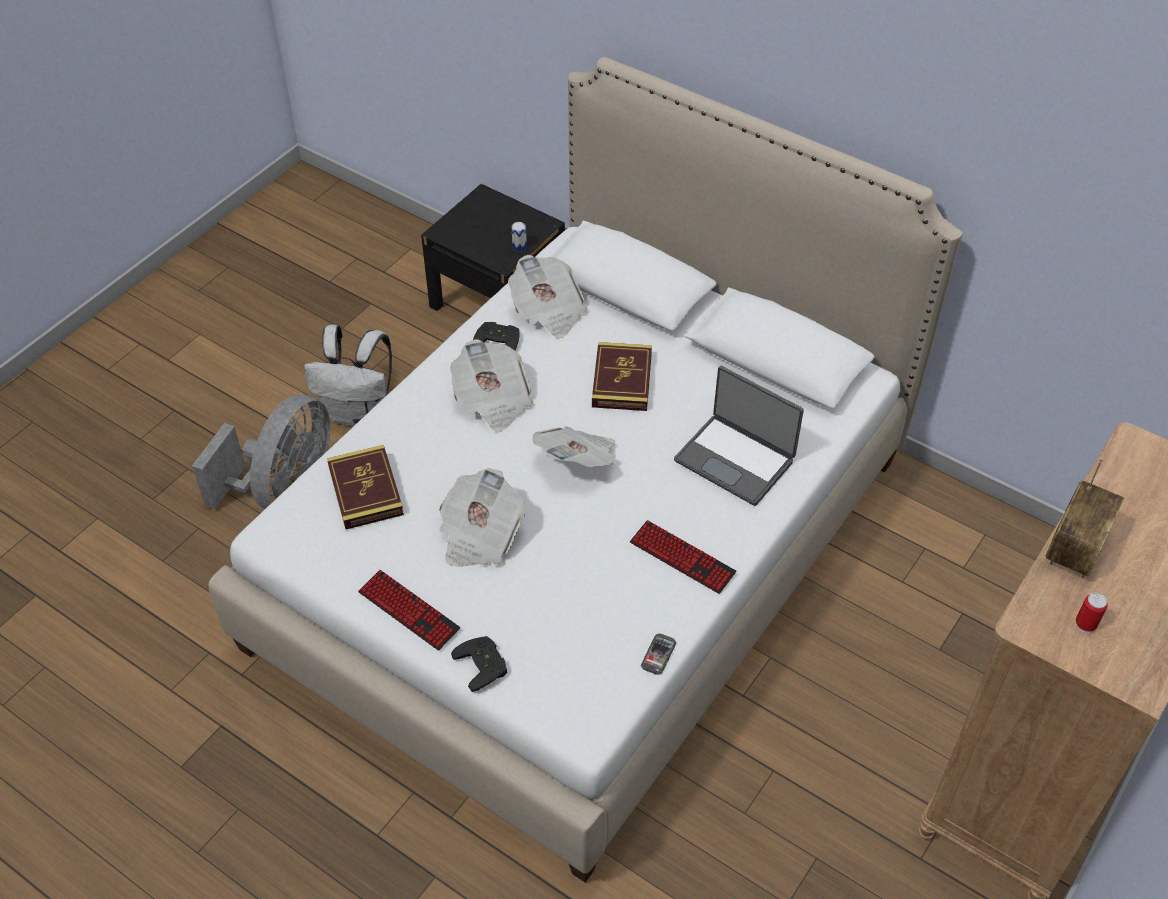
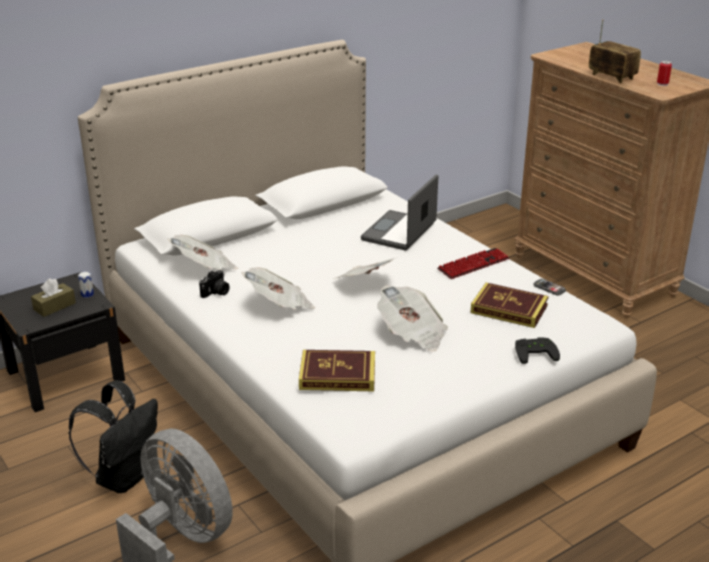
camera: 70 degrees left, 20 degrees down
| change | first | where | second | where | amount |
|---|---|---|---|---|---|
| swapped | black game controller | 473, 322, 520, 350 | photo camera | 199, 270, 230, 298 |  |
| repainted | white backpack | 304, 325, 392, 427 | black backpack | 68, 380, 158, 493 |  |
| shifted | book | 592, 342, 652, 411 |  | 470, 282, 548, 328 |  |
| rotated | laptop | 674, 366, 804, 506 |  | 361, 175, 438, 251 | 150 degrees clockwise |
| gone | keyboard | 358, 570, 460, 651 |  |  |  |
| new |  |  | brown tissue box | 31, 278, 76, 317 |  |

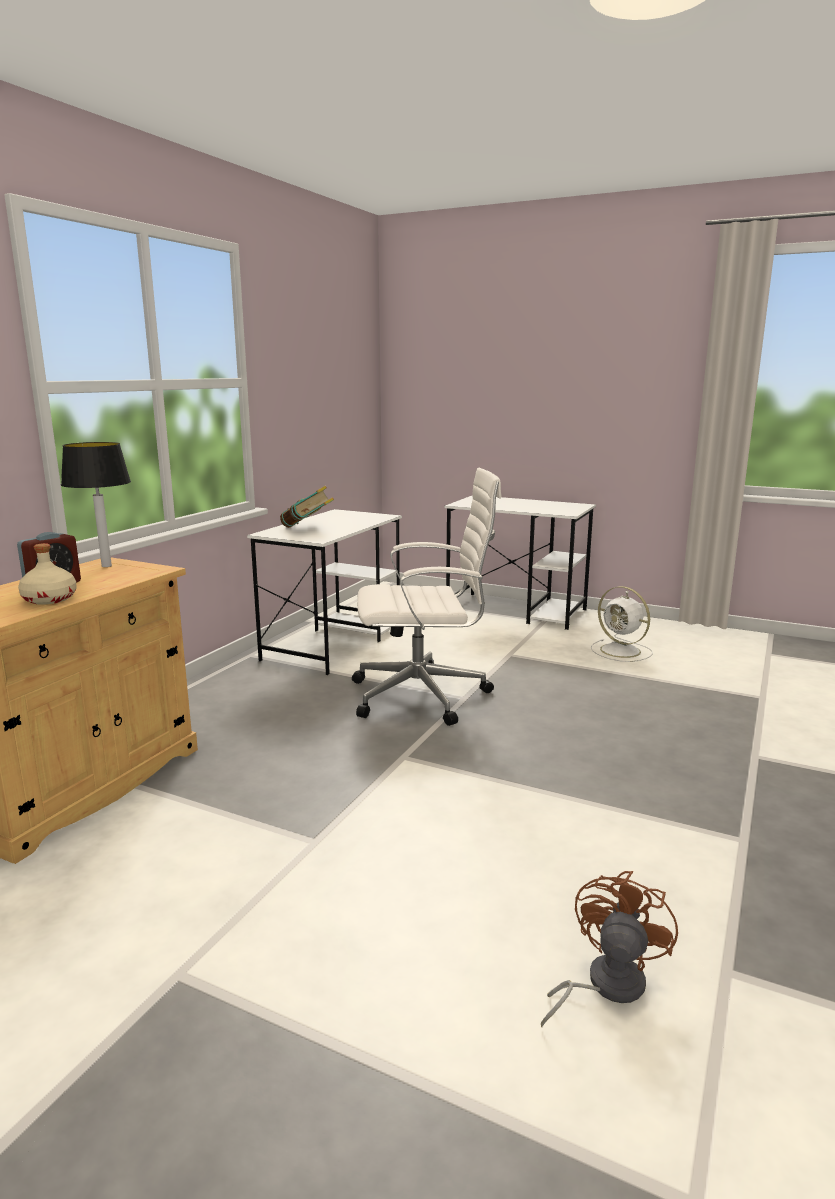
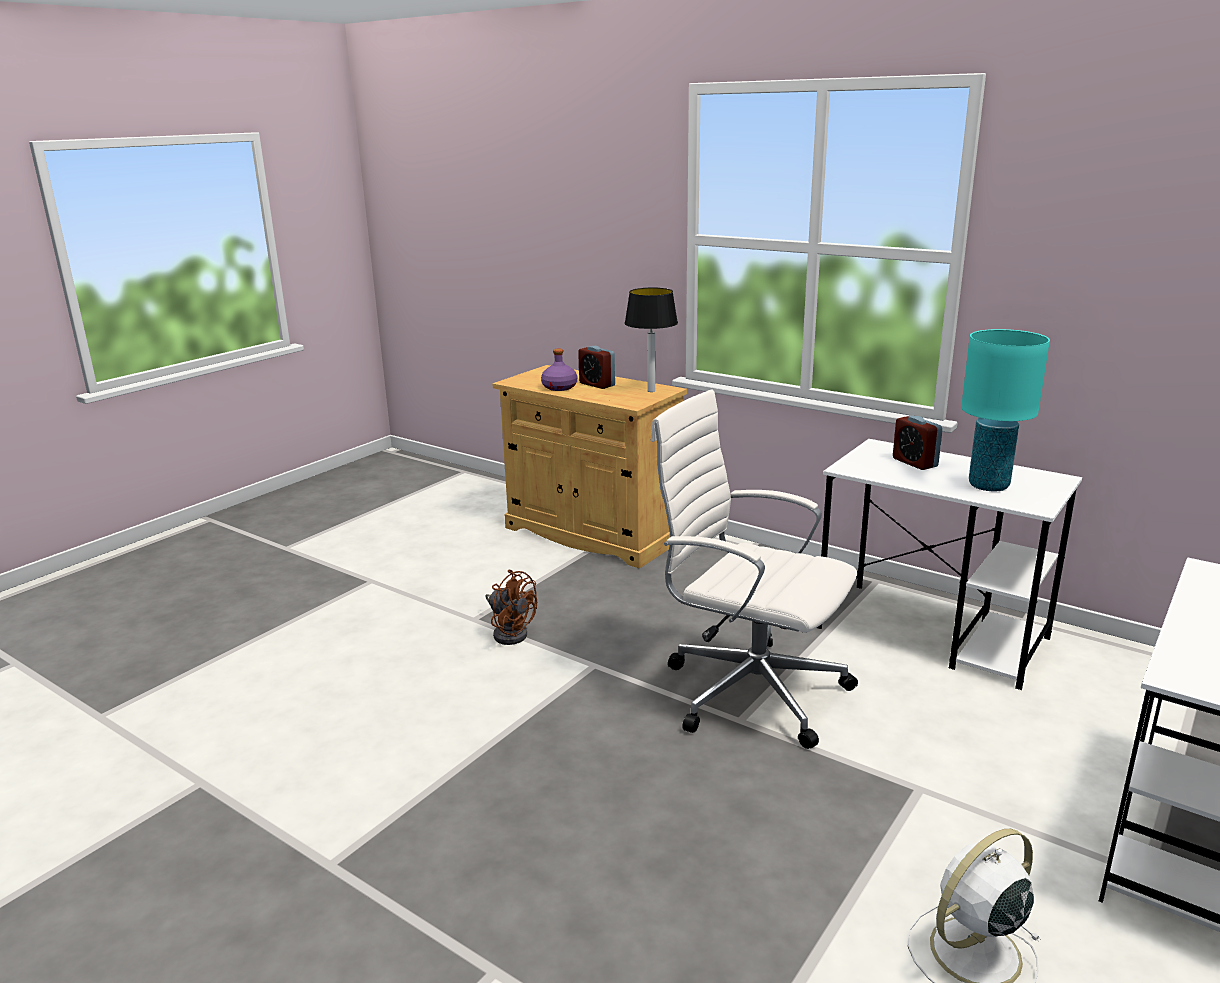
camera: 100 degrees right, 5 degrees up
| change | first | where | second | where | amount |
|---|---|---|---|---|---|
| rotated | white office chair | 352, 468, 502, 726 |  | 651, 389, 858, 749 | 120 degrees clockwise |
| swapped | book | 280, 486, 334, 528 | alarm clock | 893, 415, 943, 470 |  |
| repainted | beige bottle | 18, 543, 77, 605 | purple bottle | 541, 348, 577, 391 |  |
| shifted | brown fan | 541, 871, 678, 1027 |  | 485, 569, 537, 645 |  |
| new |  |  | turquoise table lamp | 961, 329, 1050, 491 |  |

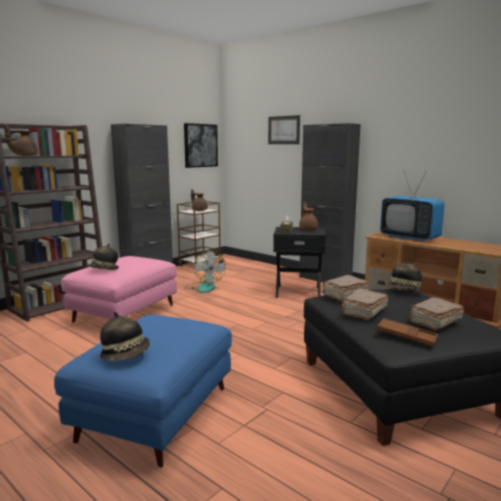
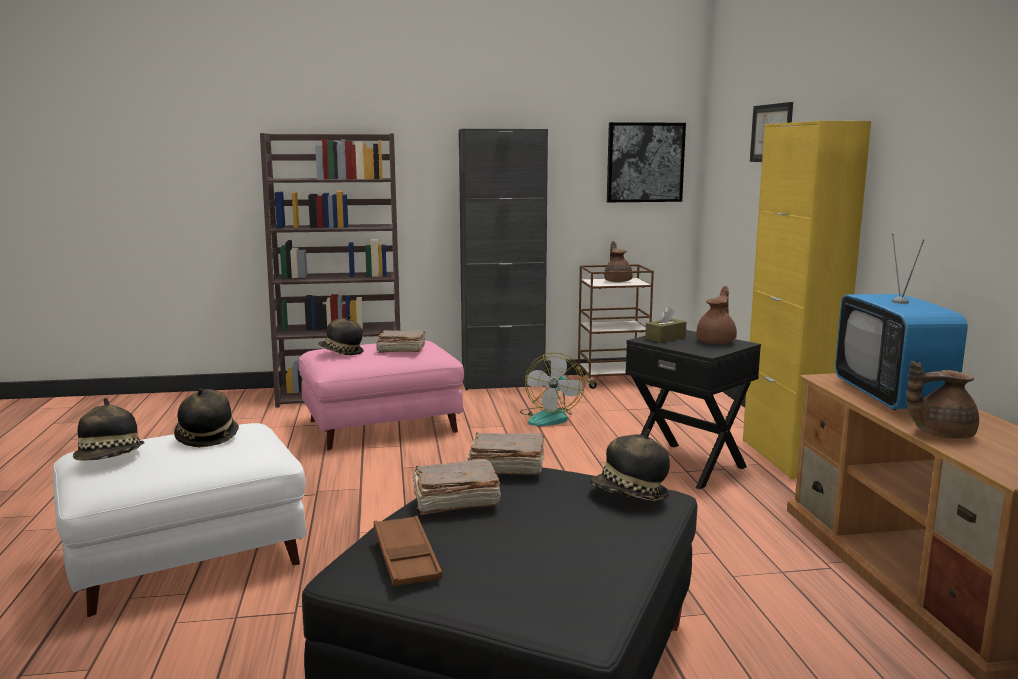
camera: 40 degrees right, 0 degrees up
| change | first | where | second | where | amount |
|---|---|---|---|---|---|
| repainted | black cabinet | 299, 123, 361, 282 | yellow cabinet | 743, 121, 871, 479 |  |
| shifted | brown teapot | 4, 124, 38, 156 |  | 906, 361, 979, 439 |  |
| shifted | brown book | 408, 297, 464, 331 |  | 376, 330, 425, 353 |  |
| repainted | blue ottoman | 54, 315, 232, 468 | white ottoman | 53, 423, 306, 617 |  |
| new |  |  | hat | 174, 388, 239, 447 |  |

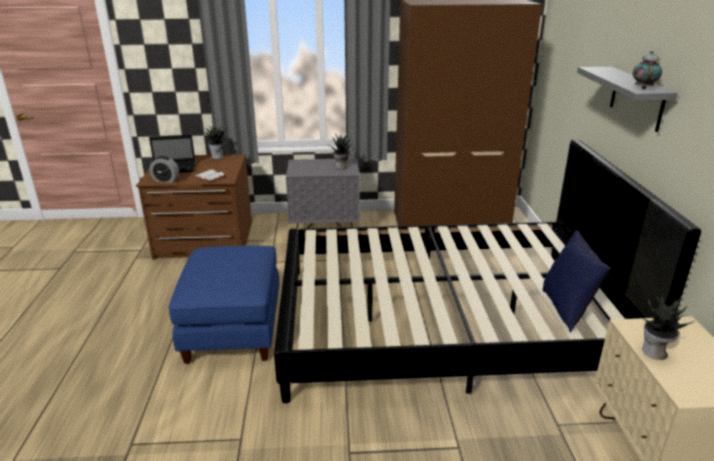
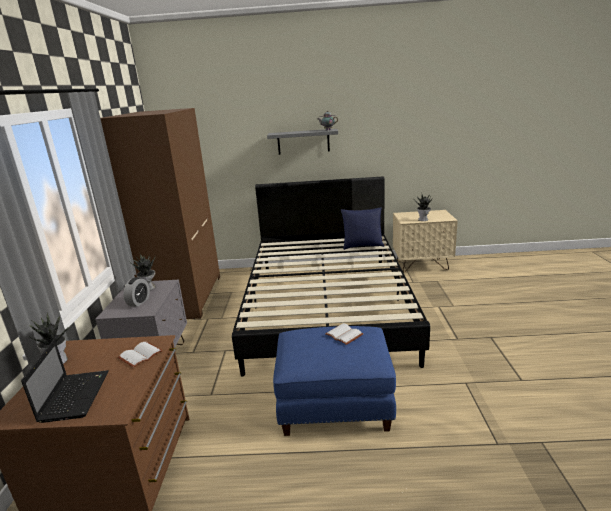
camera: 85 degrees left, 5 degrees down
| change | first | where | second | where | amount |
|---|---|---|---|---|---|
| shifted | alarm clock | 149, 156, 179, 183 |  | 124, 277, 150, 307 |  |
| new |  |  | white book | 325, 323, 363, 345 |  |

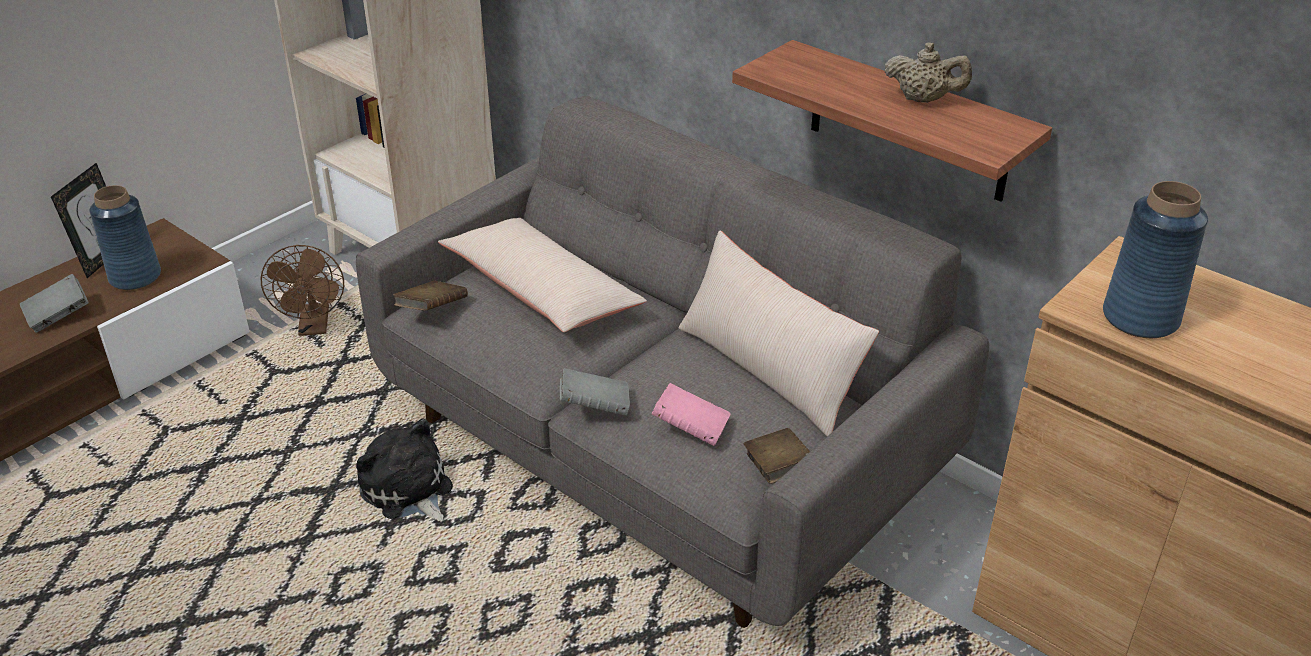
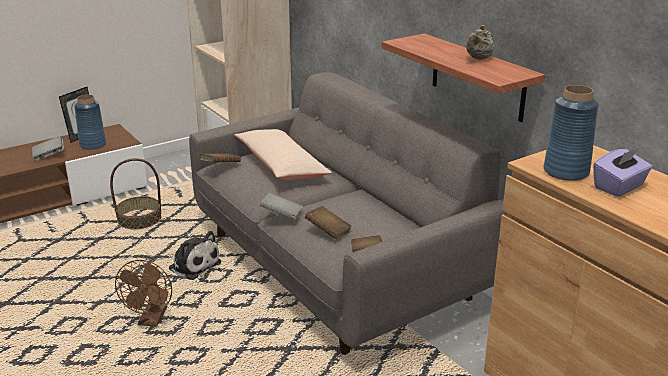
camera: 15 degrees right, 10 degrees down
| change | first | where | second | where | amount |
|---|---|---|---|---|---|
| rotated | beige teapot | 885, 42, 972, 103 |  | 466, 25, 494, 60 | 90 degrees clockwise |
| gone | beige pillow | 678, 230, 879, 436 |  |  |  |
| shifted | brown fan | 261, 245, 344, 336 |  | 115, 260, 172, 327 |  |
| repainted | pink book | 652, 383, 731, 446 | brown book | 305, 206, 352, 239 |  |
| rotated | plush toy | 356, 418, 453, 522 |  | 168, 231, 221, 280 | 150 degrees clockwise |
| new |  |  | purple tissue box | 593, 148, 652, 197 |  |
| new |  |  | basket | 110, 158, 162, 230 |  |

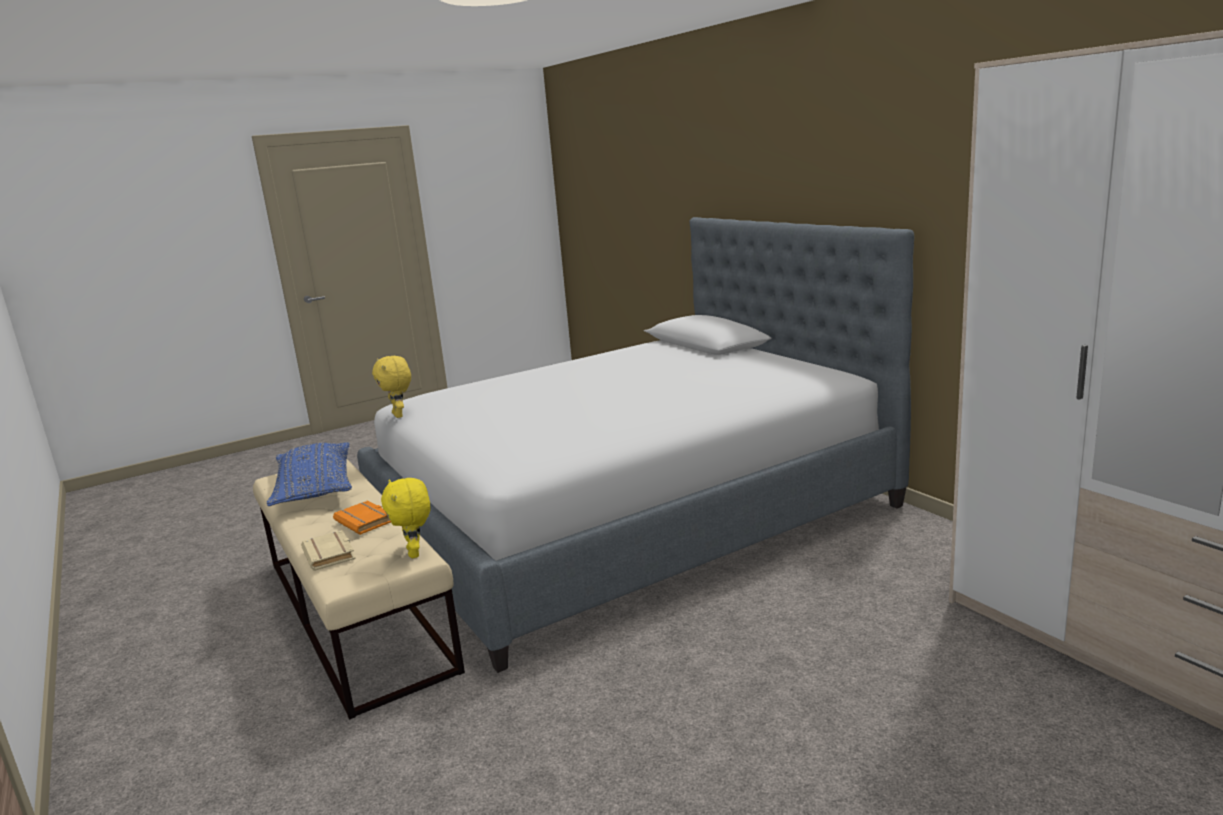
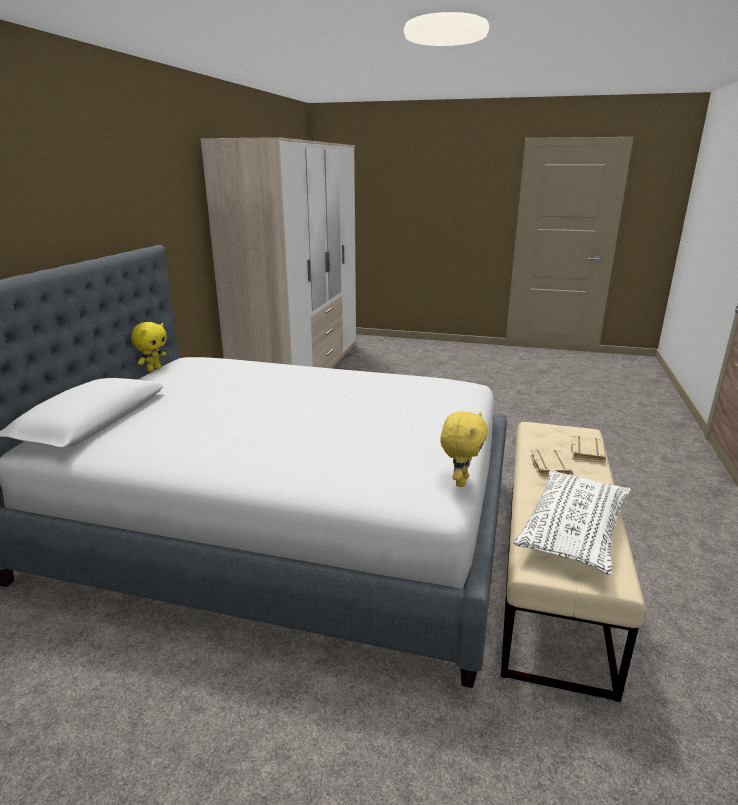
camera: 135 degrees left, 5 degrees up
| change | first | where | second | where | amount |
|---|---|---|---|---|---|
| repainted | blue pillow | 267, 442, 352, 506 | white pillow | 513, 469, 631, 575 |  |
| shifted | yellow plush toy | 381, 478, 431, 558 |  | 131, 322, 167, 372 |  |
| repainted | orange book | 333, 500, 391, 535 | beige book | 530, 449, 573, 476 |  |

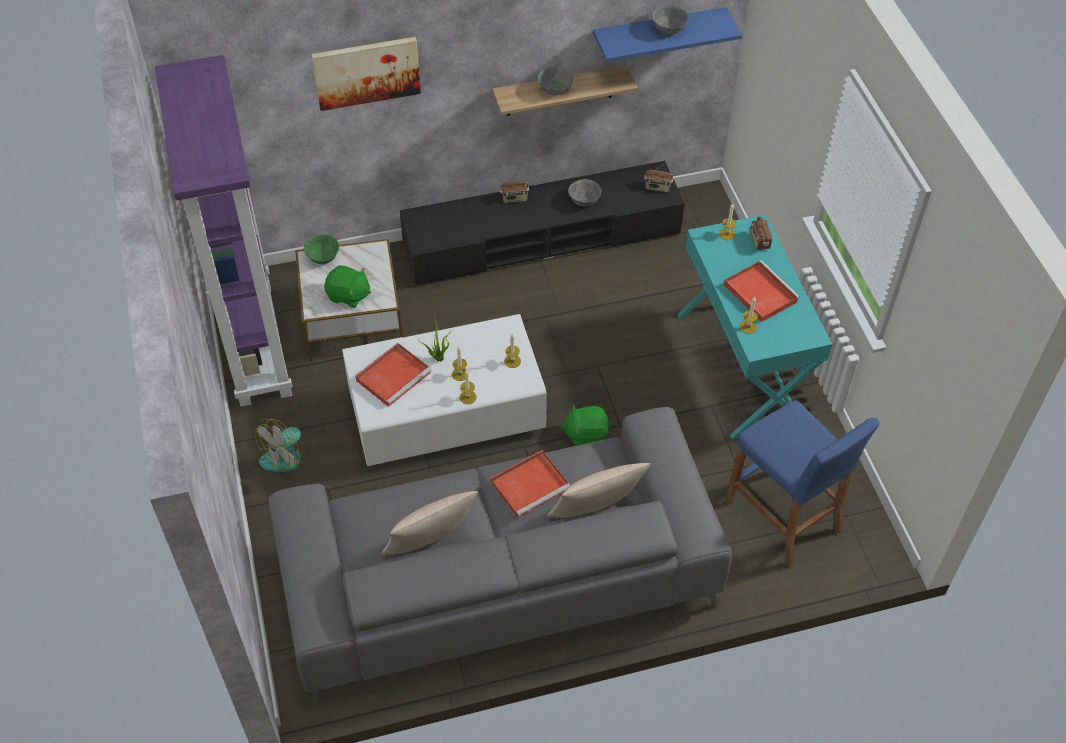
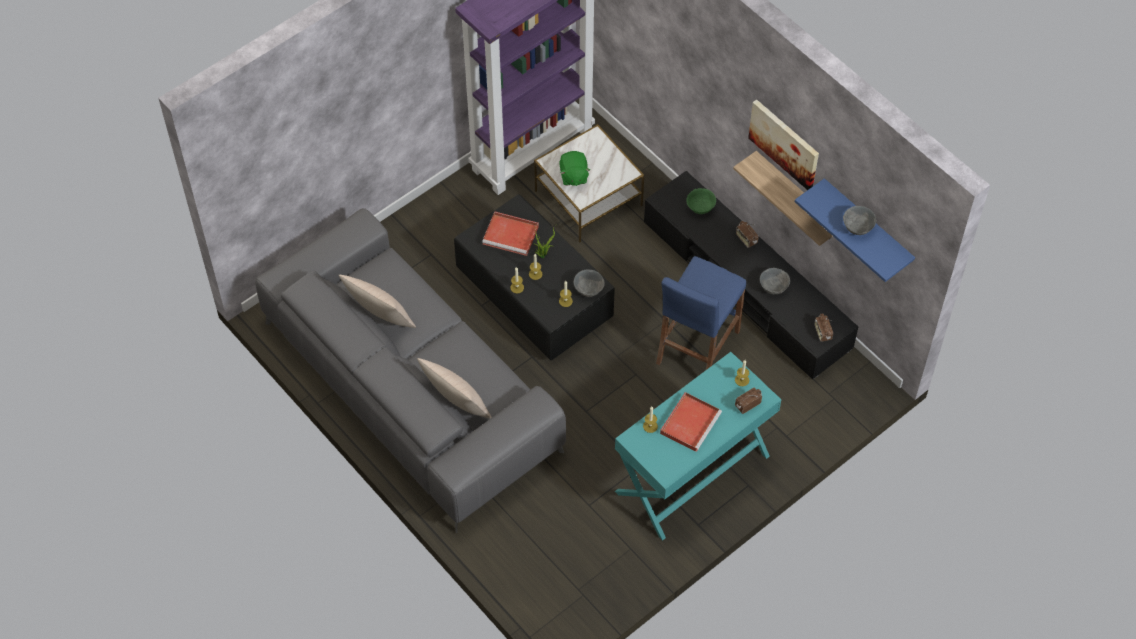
camera: 65 degrees right, 5 degrees up
| change | first | where | second | where | amount |
|---|---|---|---|---|---|
| shifted | picture | 312, 37, 421, 111 |  | 748, 99, 819, 190 |  |
| shifted | grey bowl | 537, 67, 573, 95 |  | 574, 270, 605, 297 |  |
| shifted | green bowl | 304, 234, 339, 264 |  | 686, 188, 716, 214 |  |
| repainted | white coffee table | 342, 314, 547, 466 | black coffee table | 454, 194, 615, 360 |  |
| shifted | blue stool | 726, 400, 880, 567 |  | 656, 256, 746, 370 |  |
| gone | green plush toy | 561, 405, 610, 446 |  |  |  |
| gone | fan | 255, 419, 316, 472 |  |  |  |
| gone | red tray | 490, 450, 570, 518 |  |  |  |

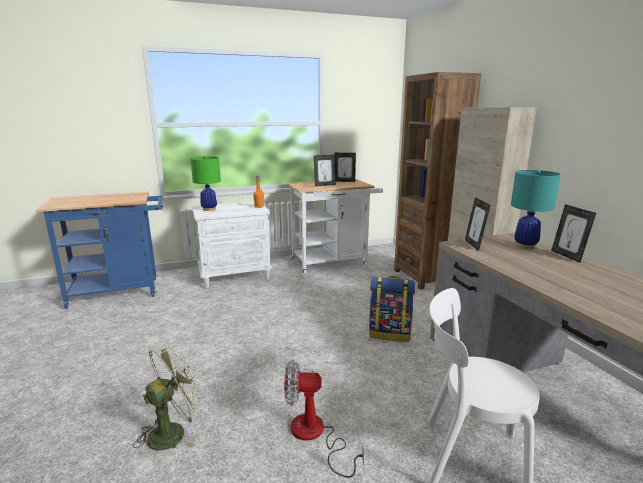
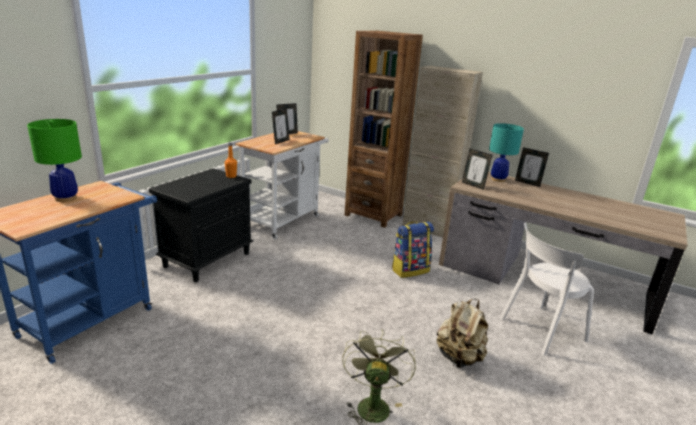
camera: 40 degrees left, 5 degrees up
| change | first | where | second | where | amount |
|---|---|---|---|---|---|
| shifted | green table lamp | 190, 156, 221, 211 |  | 27, 119, 82, 202 |  |
| repainted | white nightstand | 192, 201, 273, 288 | black nightstand | 149, 168, 253, 282 |  |
| swapped | fan | 284, 360, 364, 478 | beige backpack | 436, 299, 488, 368 |  |

